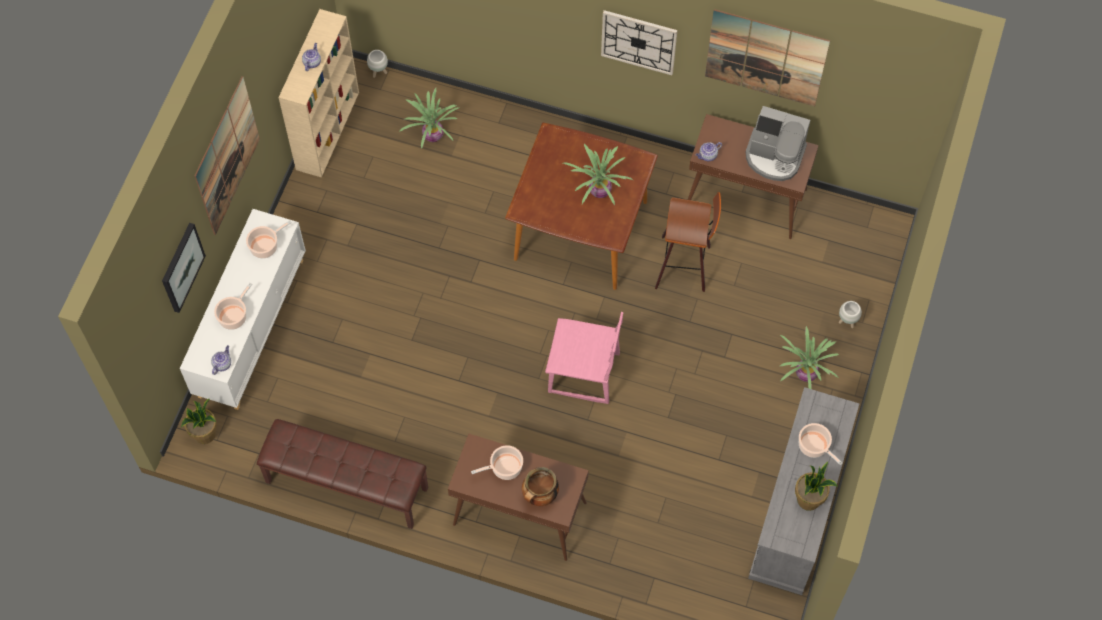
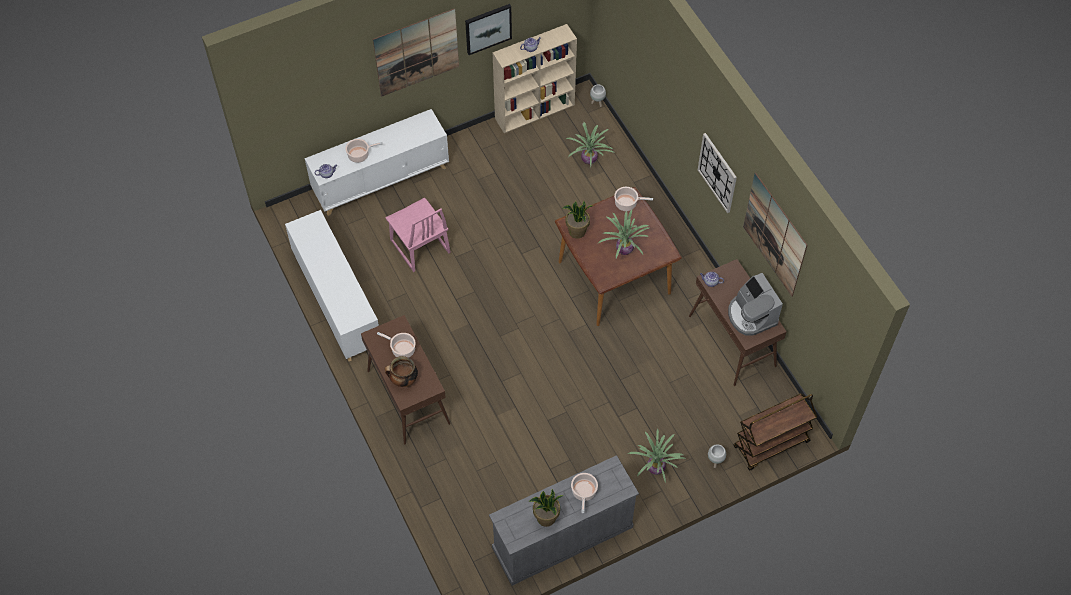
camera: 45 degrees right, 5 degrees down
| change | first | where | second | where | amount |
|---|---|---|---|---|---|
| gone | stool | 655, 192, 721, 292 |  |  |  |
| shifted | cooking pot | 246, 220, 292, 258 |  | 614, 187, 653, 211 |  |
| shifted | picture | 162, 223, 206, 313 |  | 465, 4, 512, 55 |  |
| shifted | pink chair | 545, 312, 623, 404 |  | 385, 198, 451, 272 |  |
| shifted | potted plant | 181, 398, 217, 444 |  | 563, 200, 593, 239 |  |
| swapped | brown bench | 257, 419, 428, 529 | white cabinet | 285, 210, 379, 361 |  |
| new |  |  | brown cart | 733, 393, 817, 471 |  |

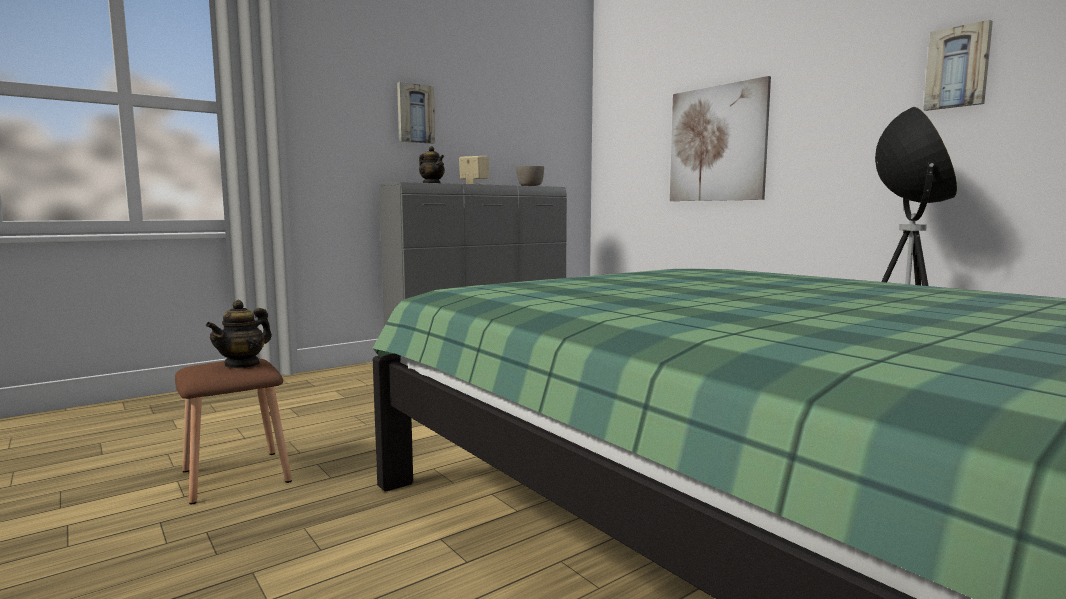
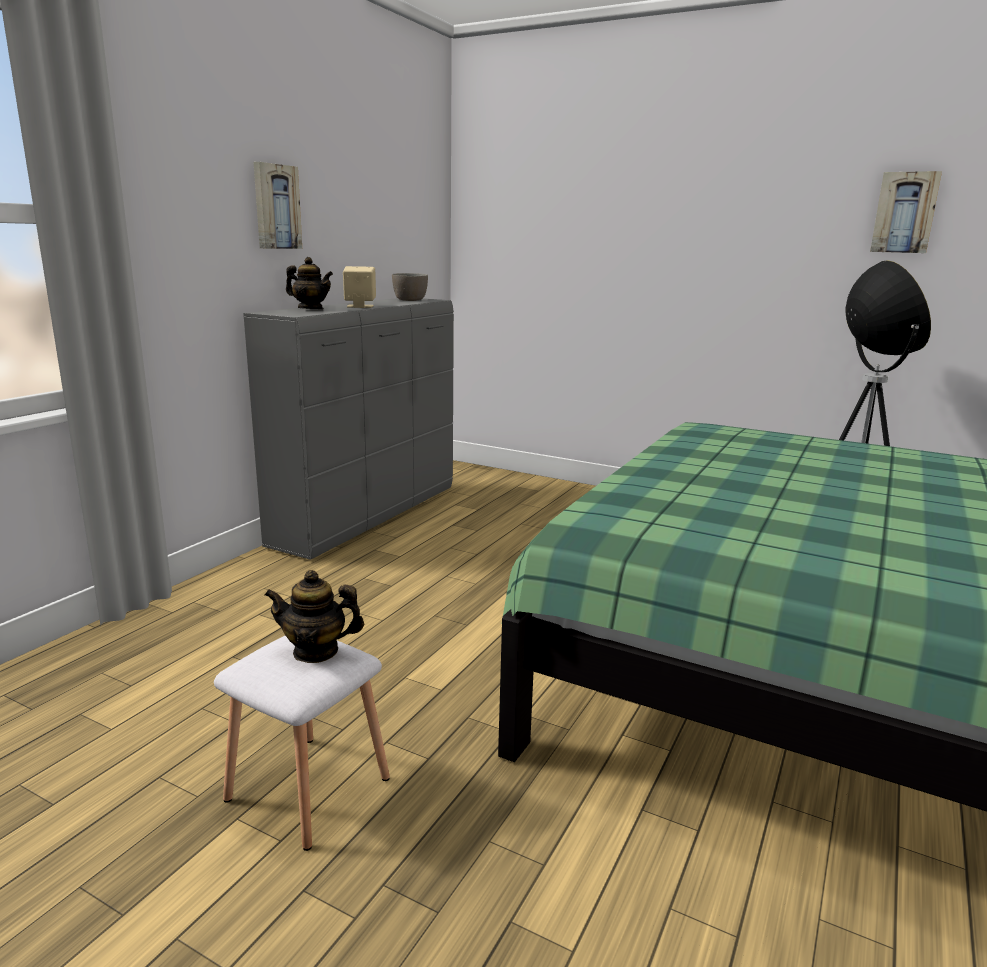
camera: 25 degrees left, 10 degrees up
| change | first | where | second | where | amount |
|---|---|---|---|---|---|
| gone | picture | 670, 76, 771, 201 |  |  |  |
| rotated | teapot | 206, 300, 272, 369 |  | 264, 570, 364, 663 | 90 degrees clockwise |
| repainted | brown stool | 175, 359, 292, 505 | white stool | 214, 636, 390, 851 |  |

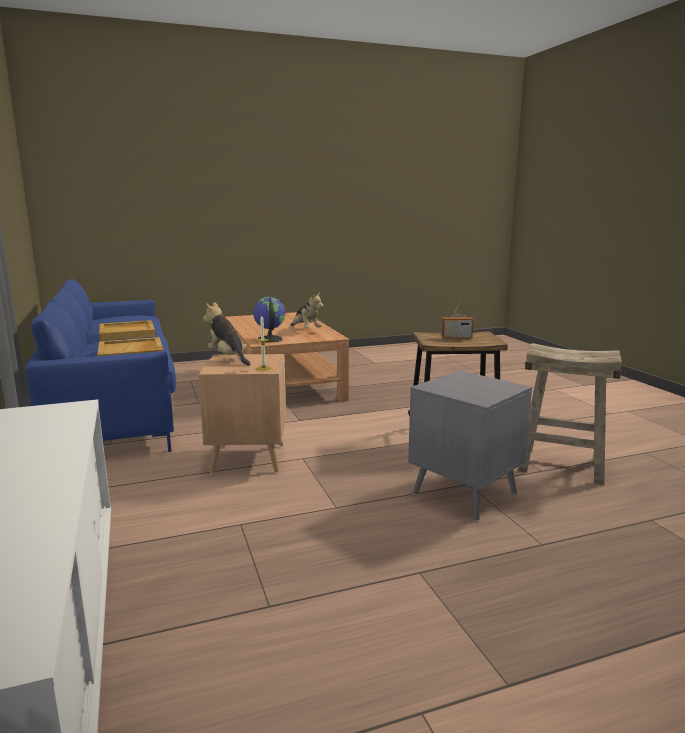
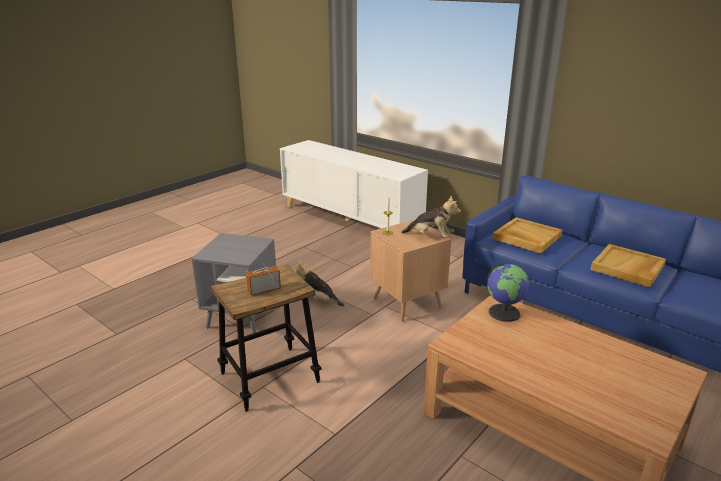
camera: 150 degrees right, 10 degrees up
| change | first | where | second | where | amount |
|---|---|---|---|---|---|
| shifted | plush toy | 290, 291, 324, 328 |  | 295, 261, 344, 306 |  |
| gone | beige stool | 518, 343, 622, 485 |  |  |  |

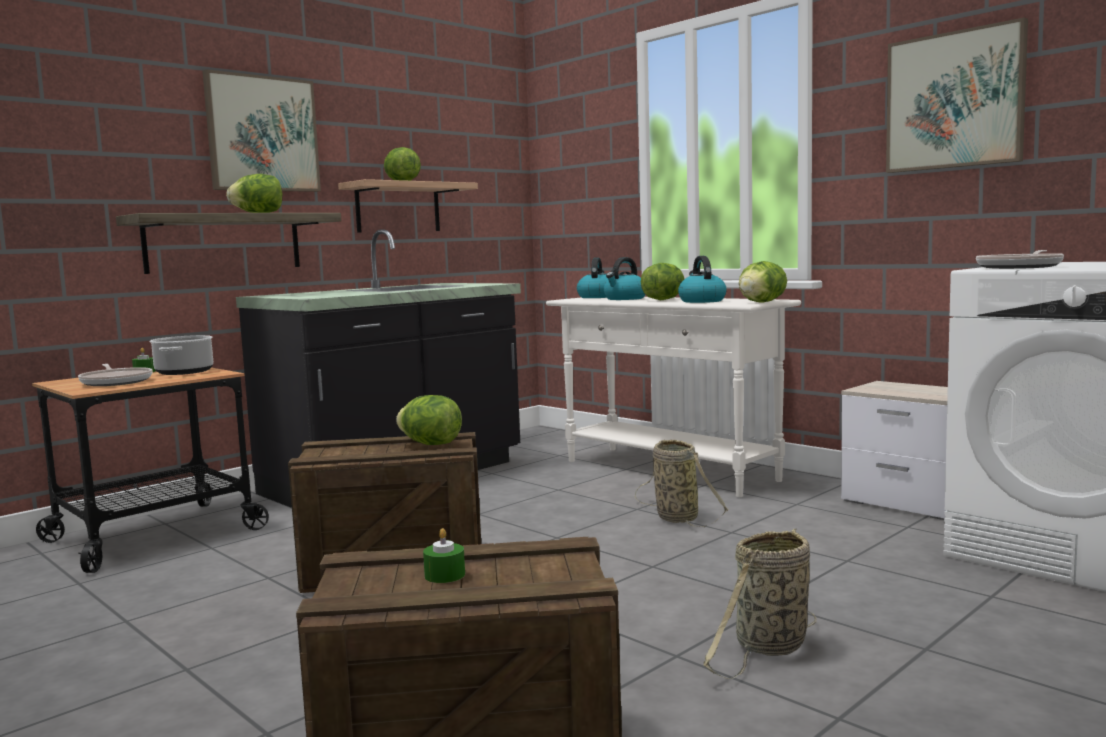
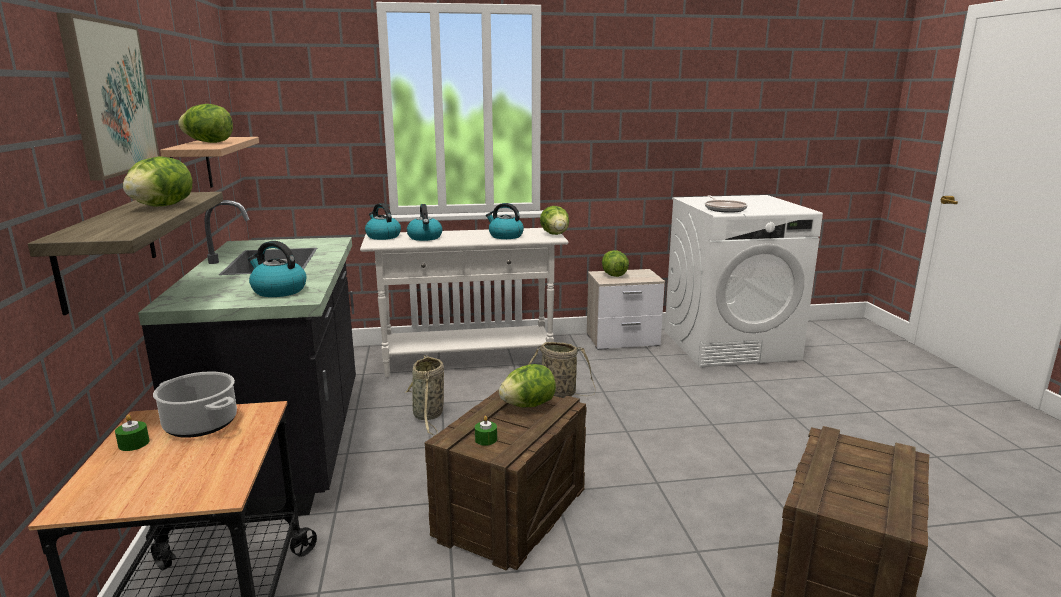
camera: 55 degrees left, 10 degrees up
| change | first | where | second | where | amount |
|---|---|---|---|---|---|
| gone | picture | 886, 17, 1028, 173 |  |  |  |
| shifted | lettuce | 641, 263, 685, 300 |  | 602, 250, 629, 277 |  |
| gone | frying pan | 78, 364, 153, 386 |  |  |  |
| shifted | green candle | 423, 528, 465, 583 |  | 475, 416, 497, 446 |  |
| shifted | basket | 703, 528, 817, 679 |  | 405, 355, 444, 435 |  |
| new |  |  | kettle | 248, 241, 307, 297 |  |

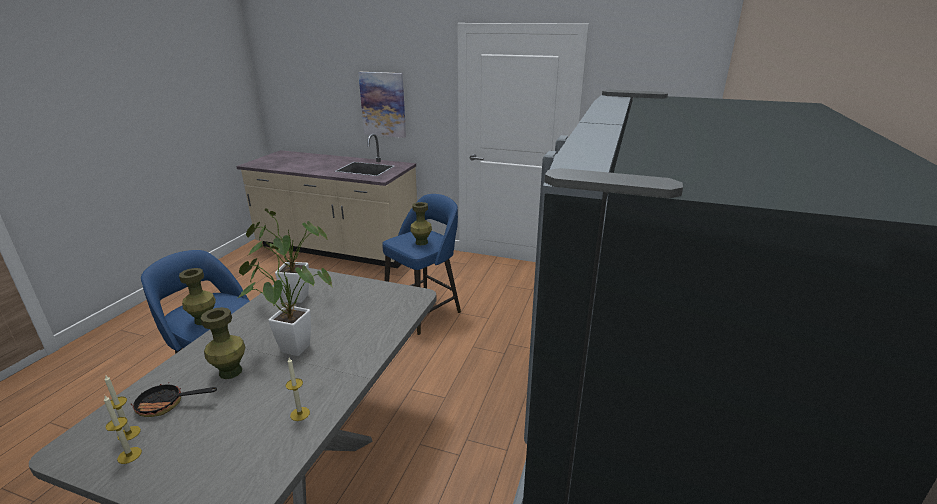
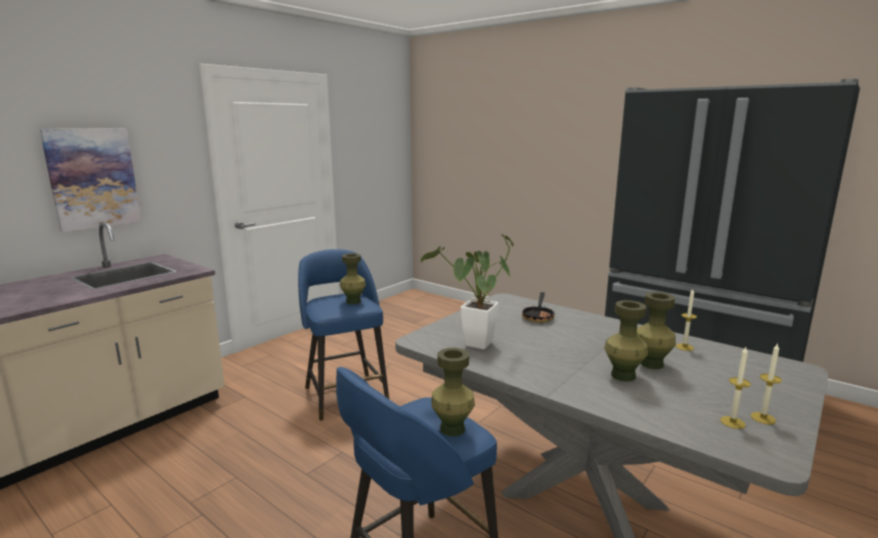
camera: 70 degrees left, 10 degrees down
| change | first | where | second | where | amount |
|---|---|---|---|---|---|
| gone | potted plant | 238, 242, 332, 356 |  |  |  |
| shifted | frying pan | 131, 382, 217, 417 |  | 522, 292, 555, 323 |  |
| new |  |  | green vase | 636, 292, 676, 369 |  |

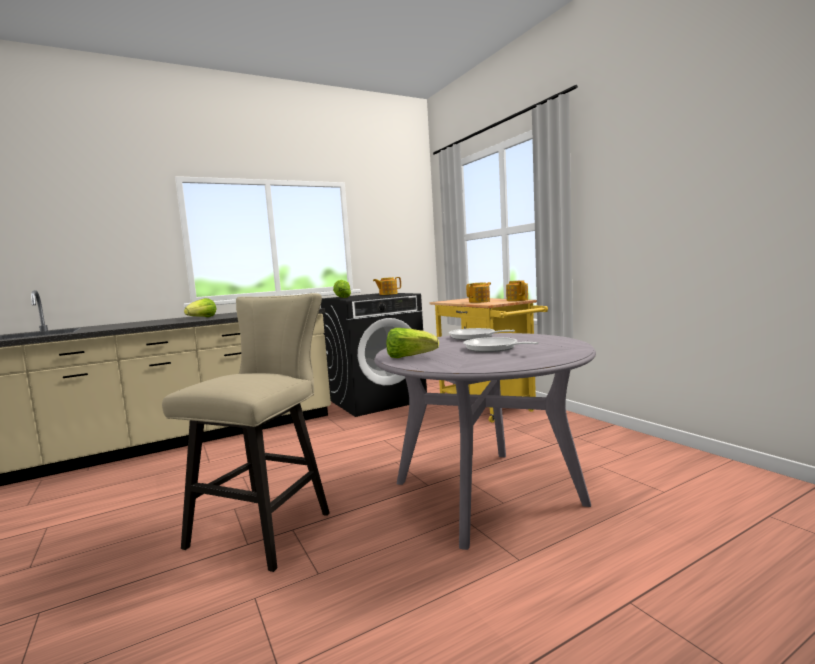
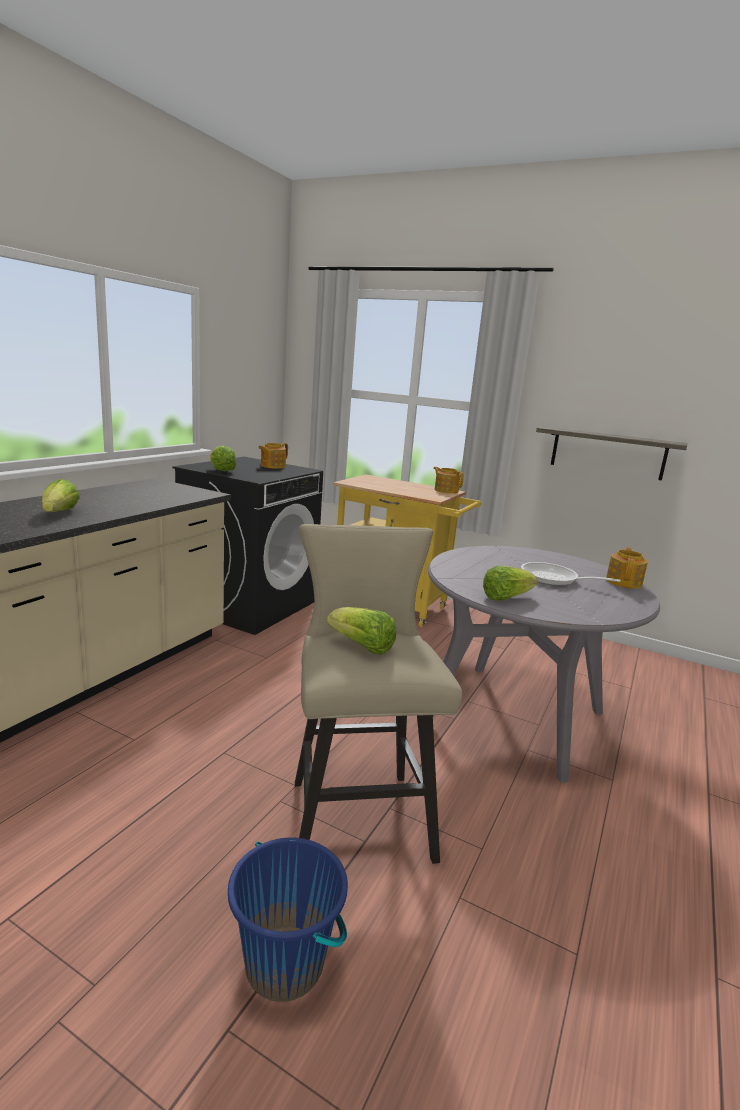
camera: 35 degrees left, 10 degrees up
| change | first | where | second | where | amount |
|---|---|---|---|---|---|
| shifted | teapot | 466, 282, 491, 303 |  | 606, 547, 648, 589 |  |
| gone | frying pan | 449, 328, 515, 340 |  |  |  |
| new |  |  | shelf | 536, 426, 687, 480 |  |
| new |  |  | lettuce | 327, 607, 396, 655 |  |
| new |  |  | blue bucket | 228, 838, 348, 1002 |  |

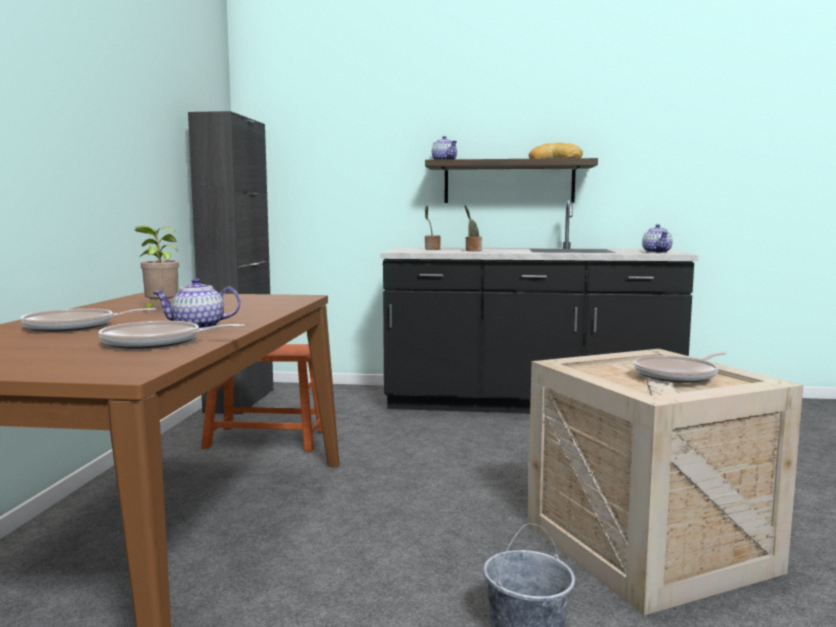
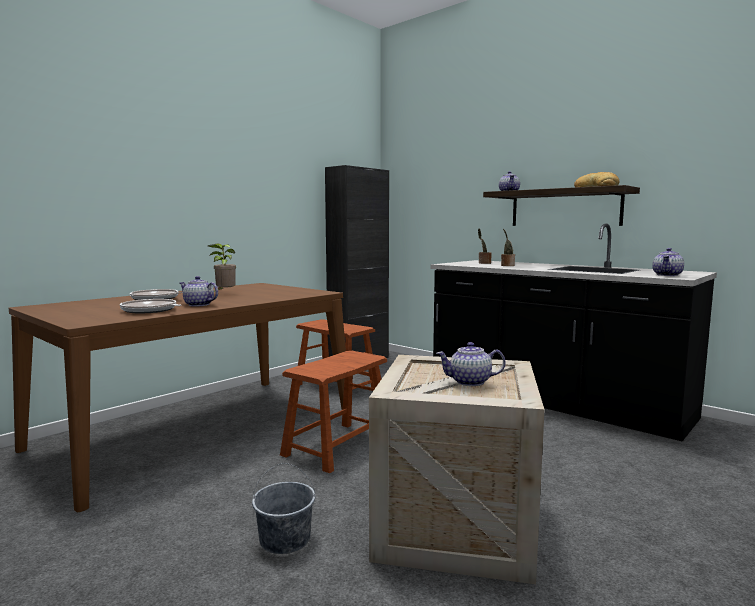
camera: 35 degrees right, 0 degrees up
| change | first | where | second | where | amount |
|---|---|---|---|---|---|
| swapped | frying pan | 634, 352, 726, 383 | teapot | 436, 342, 505, 386 |  |
| new |  |  | brown stool | 280, 351, 387, 473 |  |

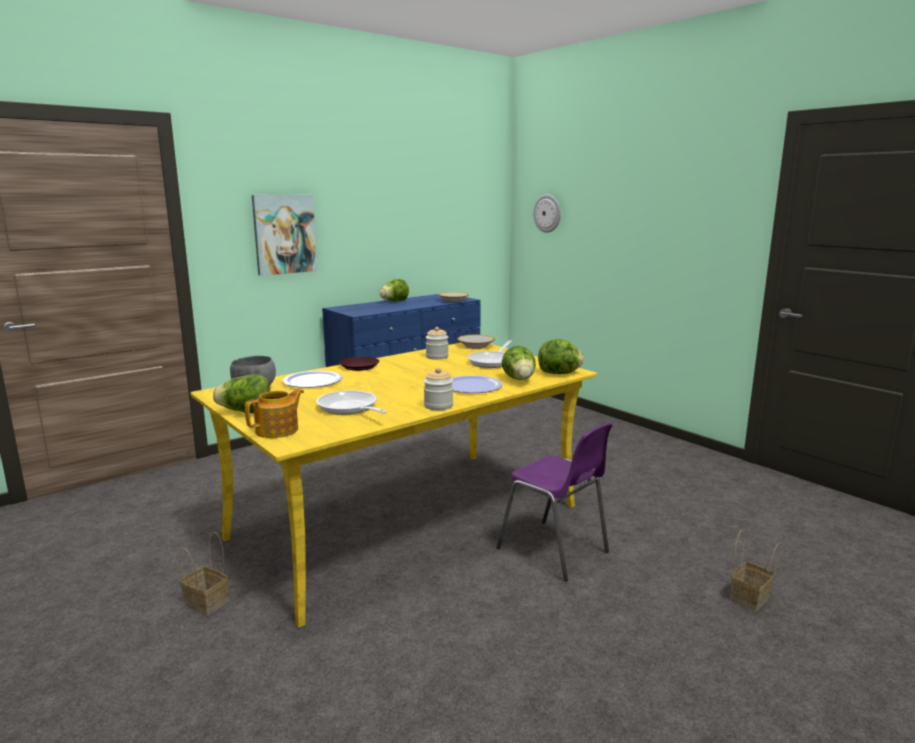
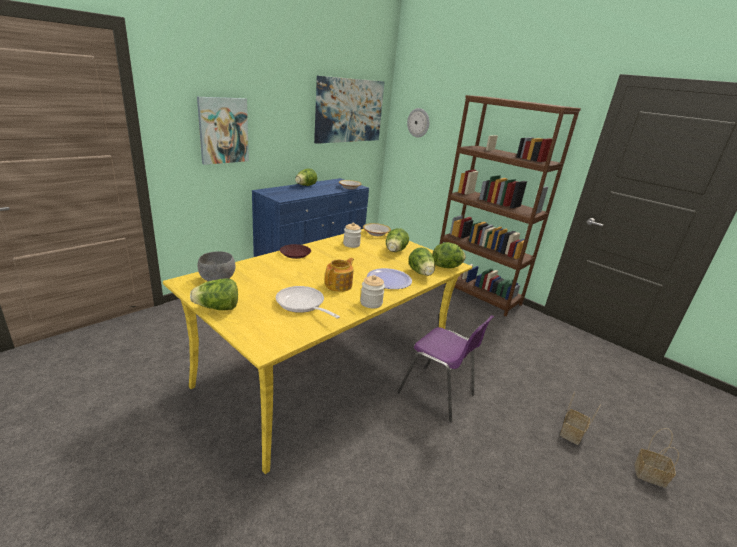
camera: 10 degrees left, 10 degrees up
| change | first | where | second | where | amount |
|---|---|---|---|---|---|
| swapped | frying pan | 467, 340, 512, 368 | lettuce | 386, 228, 409, 252 |  |
| gone | plate | 283, 371, 342, 388 |  |  |  |
| shifted | teapot | 245, 388, 304, 438 |  | 325, 258, 354, 292 |  |
| shifted | basket | 180, 532, 229, 615 |  | 634, 428, 679, 488 |  |
| new |  |  | picture | 314, 76, 385, 144 |  |
| new |  |  | brown bookcase | 440, 95, 581, 316 |  |

